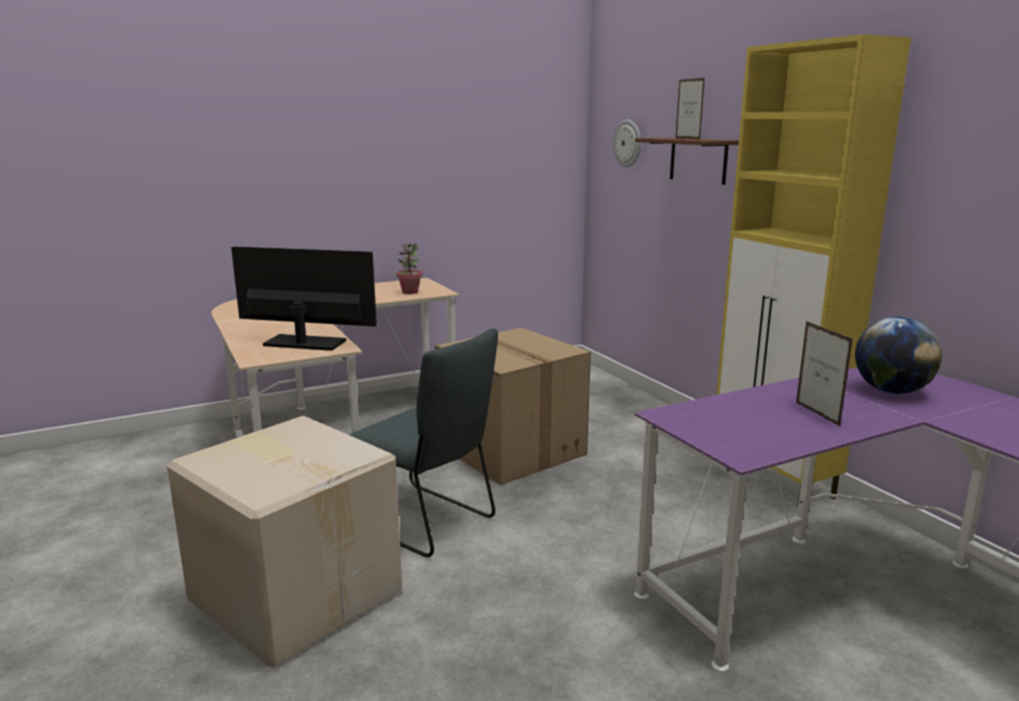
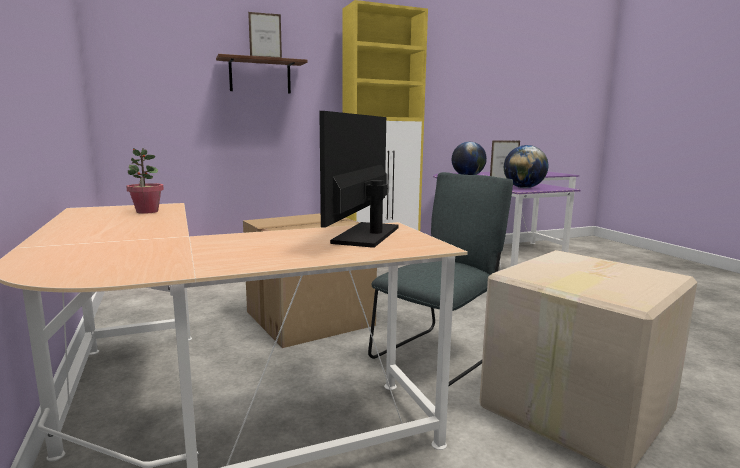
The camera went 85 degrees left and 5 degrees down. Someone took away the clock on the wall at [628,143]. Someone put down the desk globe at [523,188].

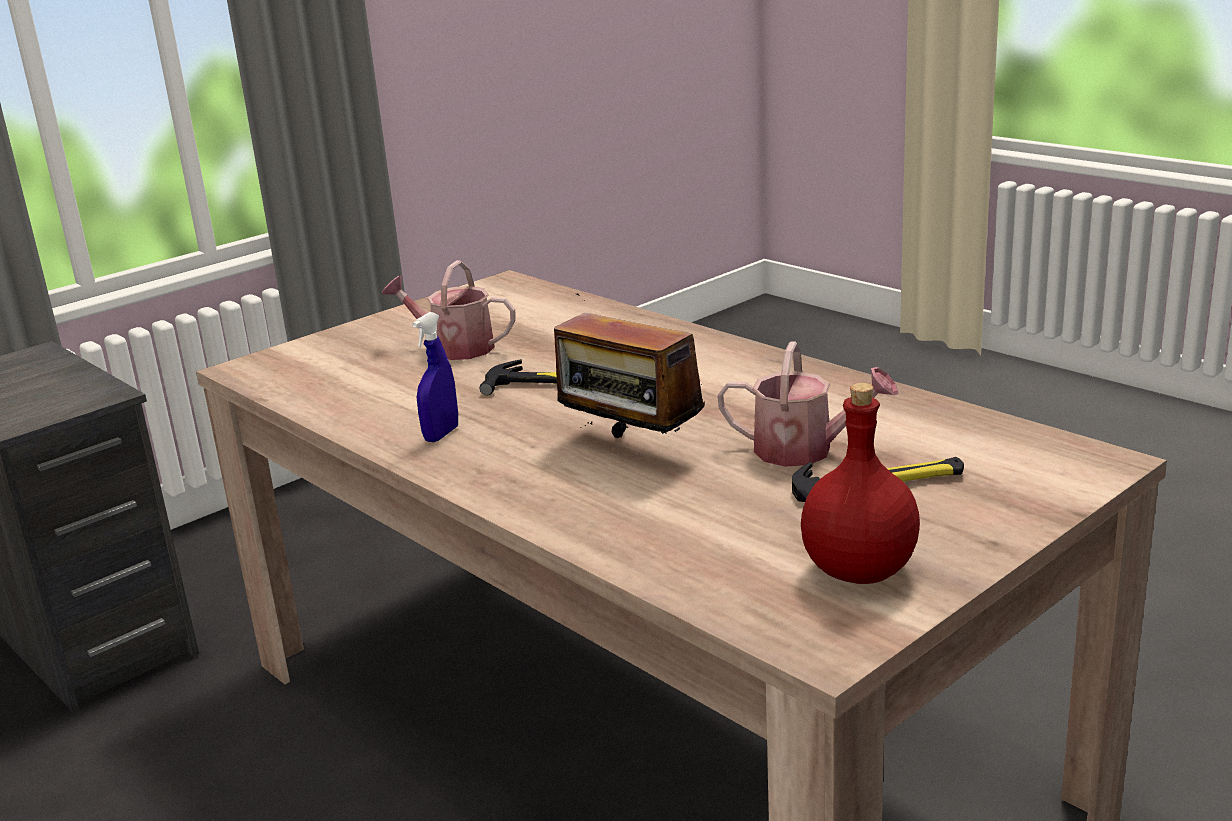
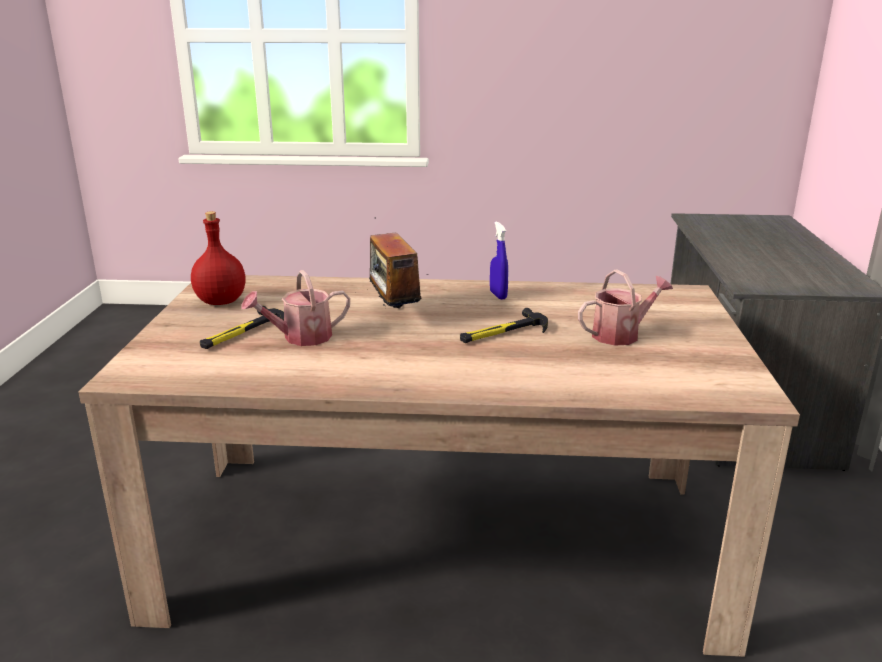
The camera went 135 degrees right and 0 degrees up. Someone rotated the radio receiver at [630,448] by 105 degrees counterclockwise.

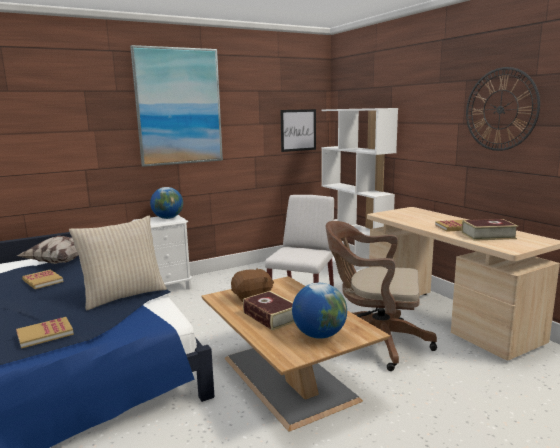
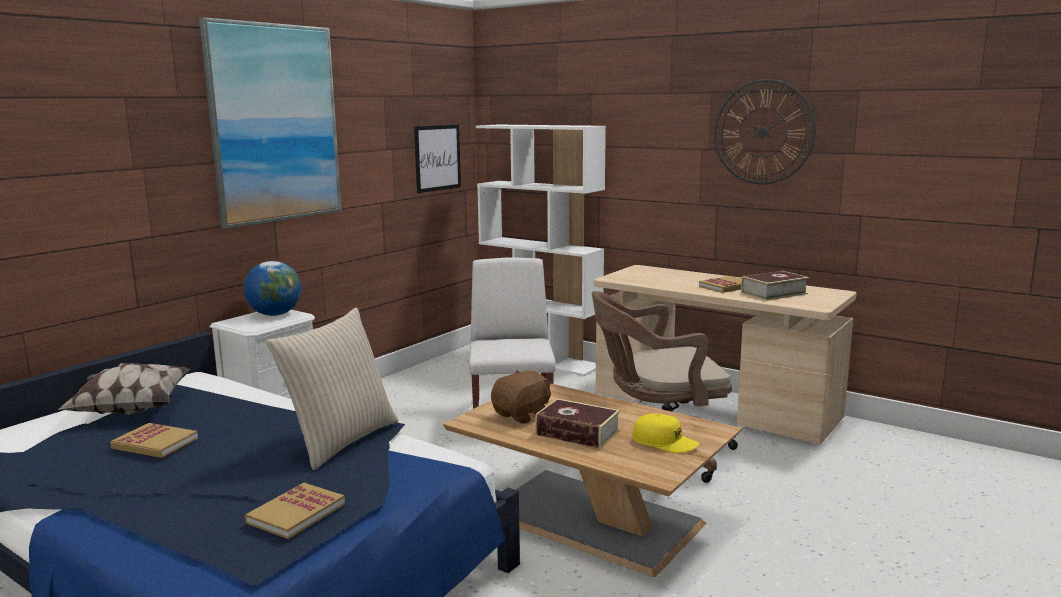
The camera went 25 degrees left and 0 degrees up. Someone swapped the desk globe at [319,335] for the yellow baseball cap at [664,443].

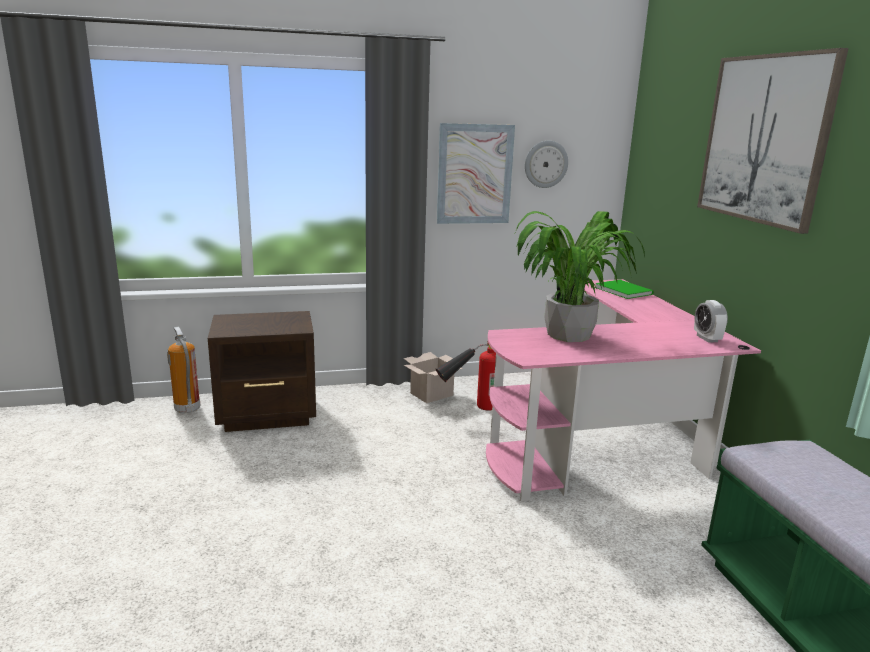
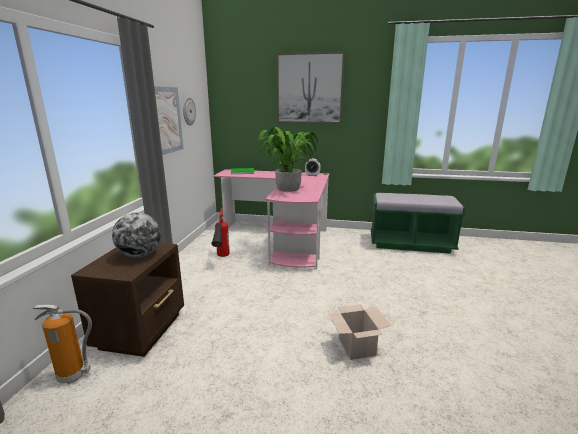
The camera went 65 degrees left and 0 degrees up. Someone put down the desk globe at [140,255]. Someone carried the cardboard box from [432,394] to [355,346].

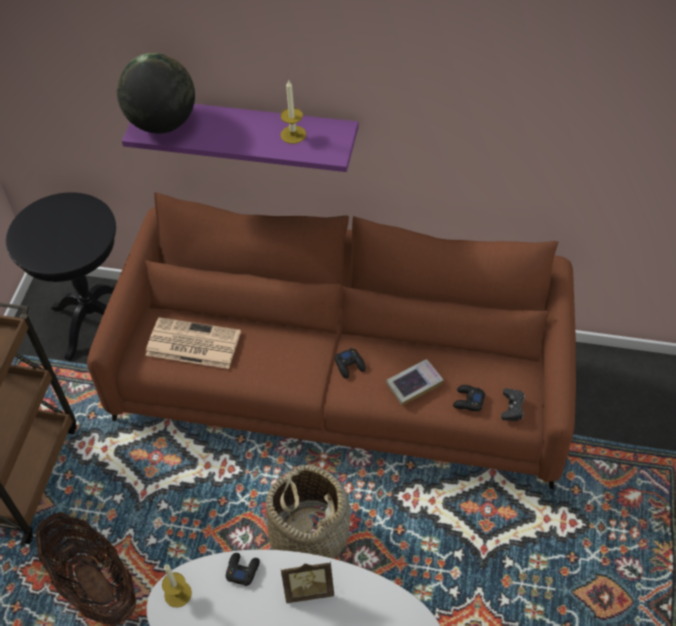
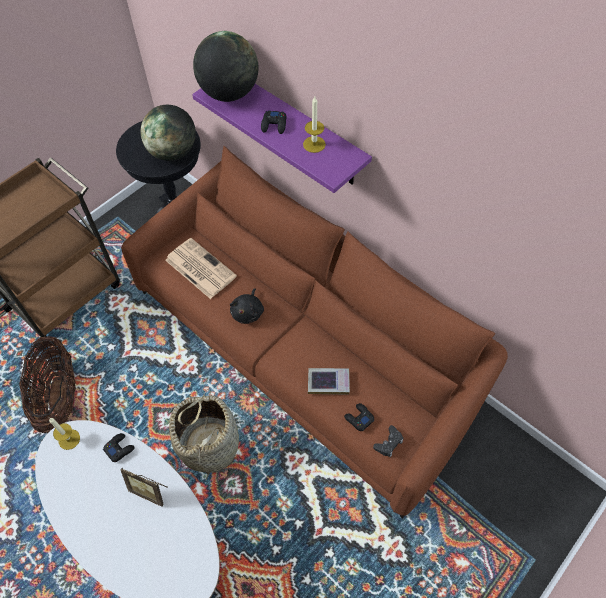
The camera went 30 degrees right and 5 degrees up. Someone put down the desk globe at [173,152]. Someone put down the black cuddly toy at [248,312]. Someone carried the black gamepad from [350,365] to [274,125].

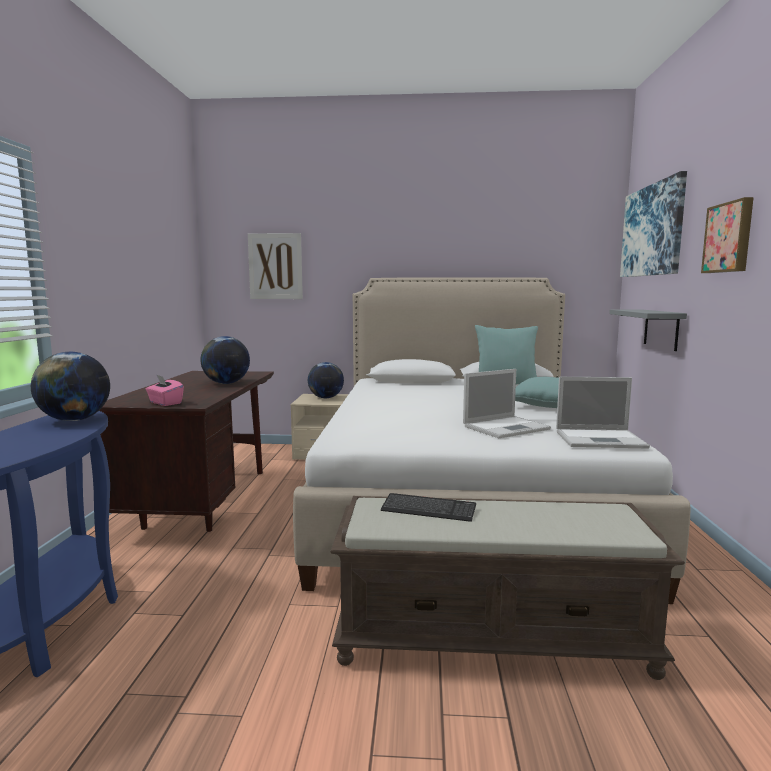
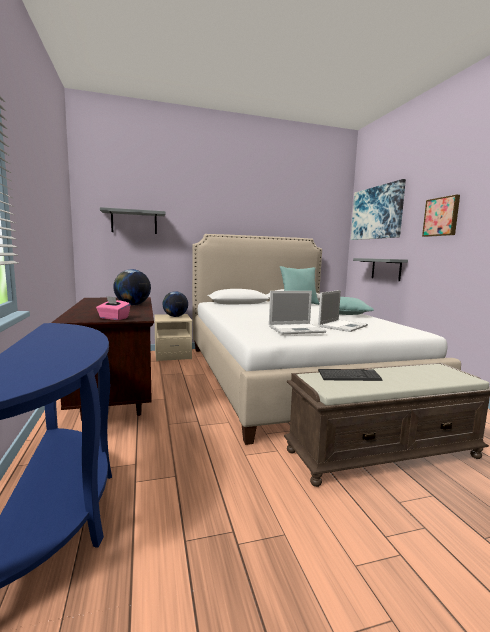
The camera went 20 degrees left and 0 degrees up. Someone took away the desk globe at [74,420]. Someone carried the notebook computer from [601,439] to [297,329]. Someone swapped the wall picture at [275,266] for the grey shelf at [134,222].

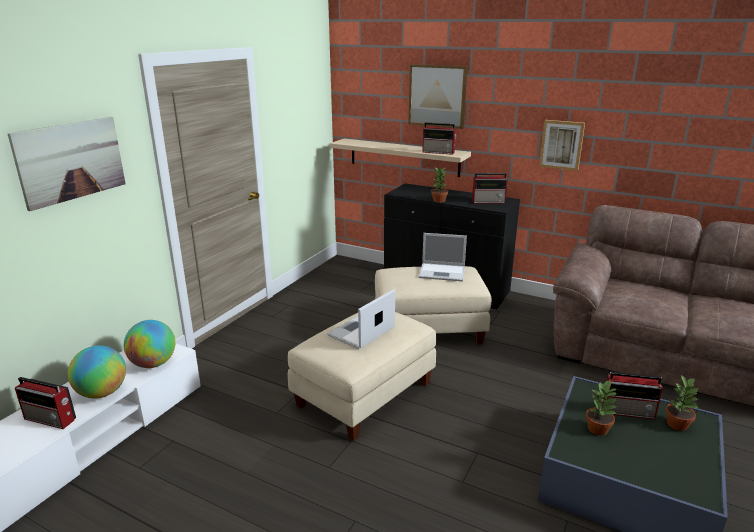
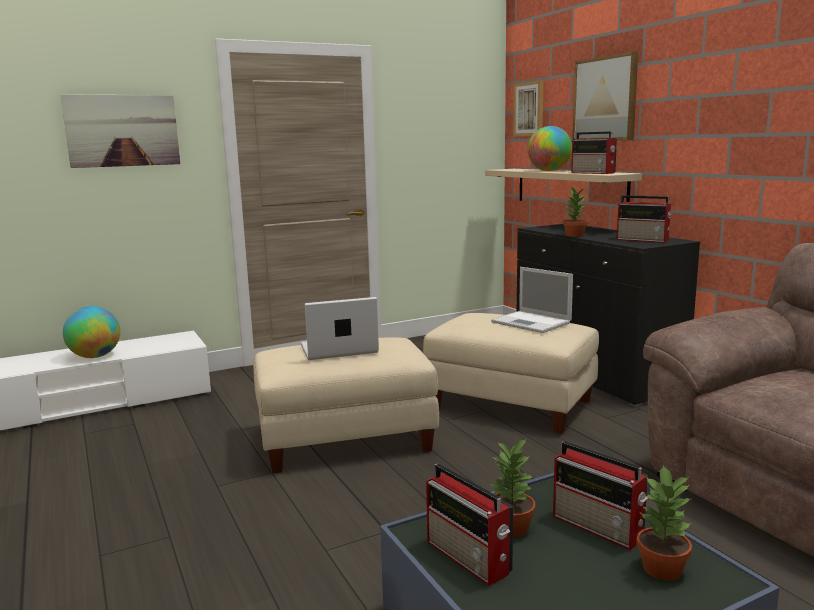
The camera went 35 degrees right and 10 degrees down. Someone carried the radio receiver from [51,419] to [469,558]. Someone carried the desk globe from [153,364] to [548,171]. Someone carried the wall picture from [561,144] to [529,109].

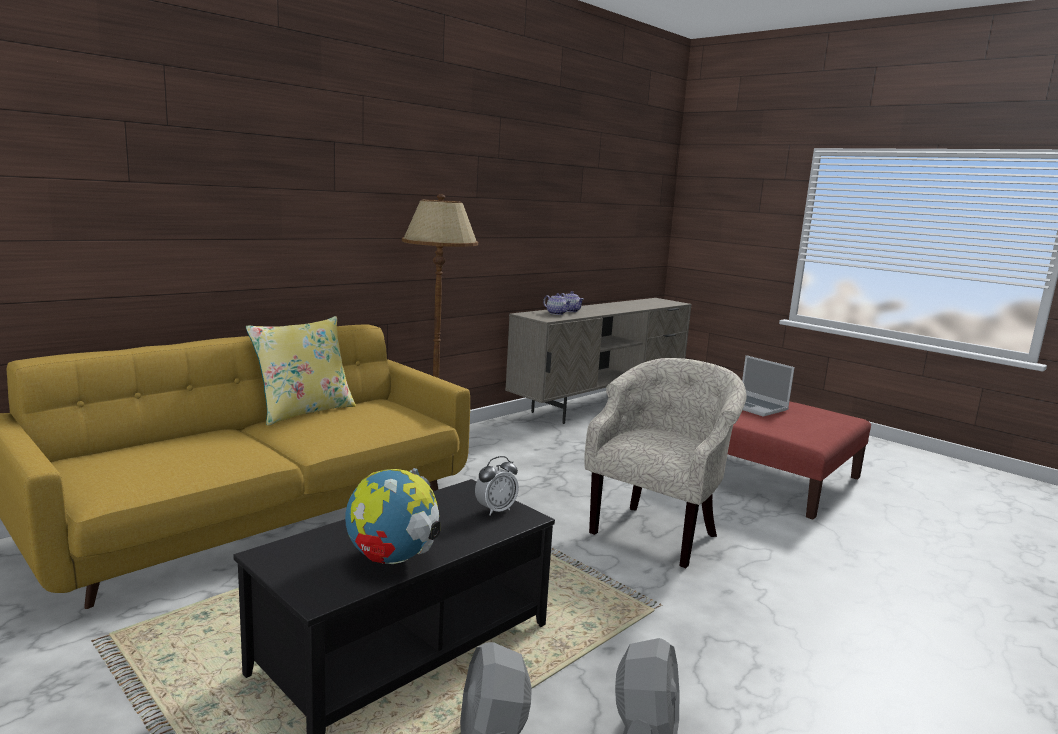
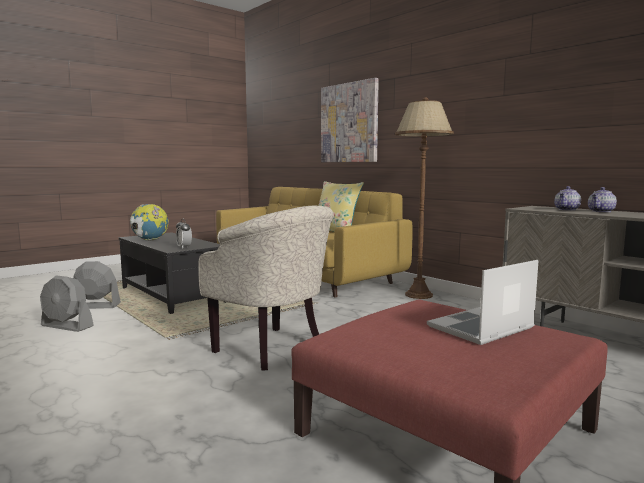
The camera went 95 degrees right and 5 degrees down. Someone put up the wall picture at [349,123].

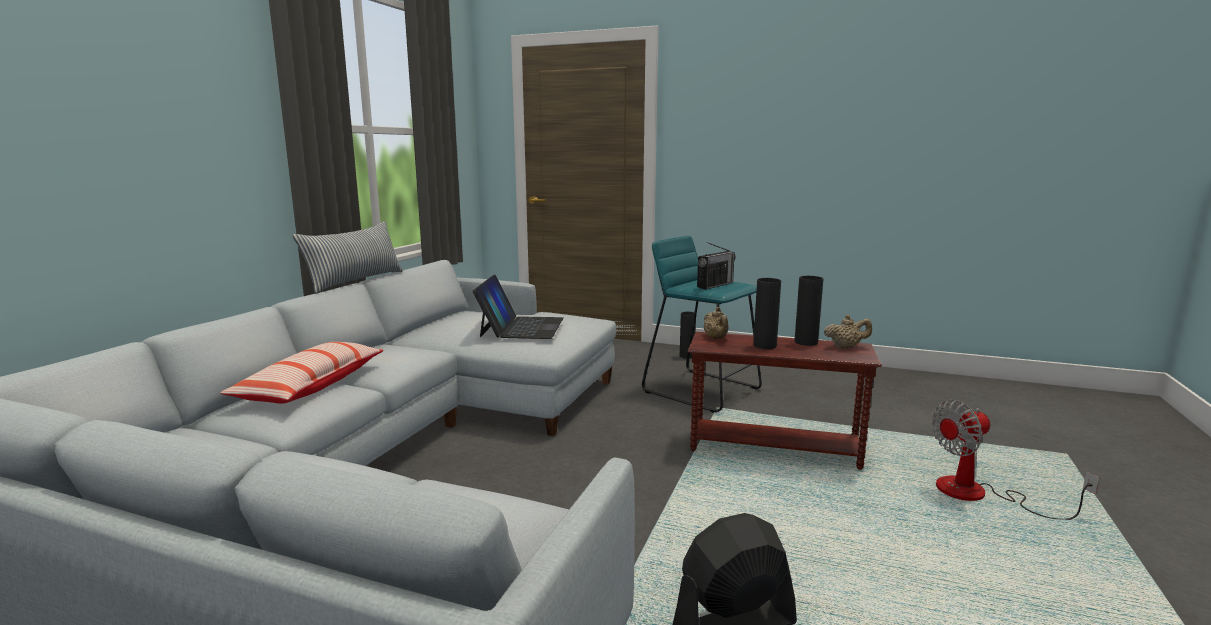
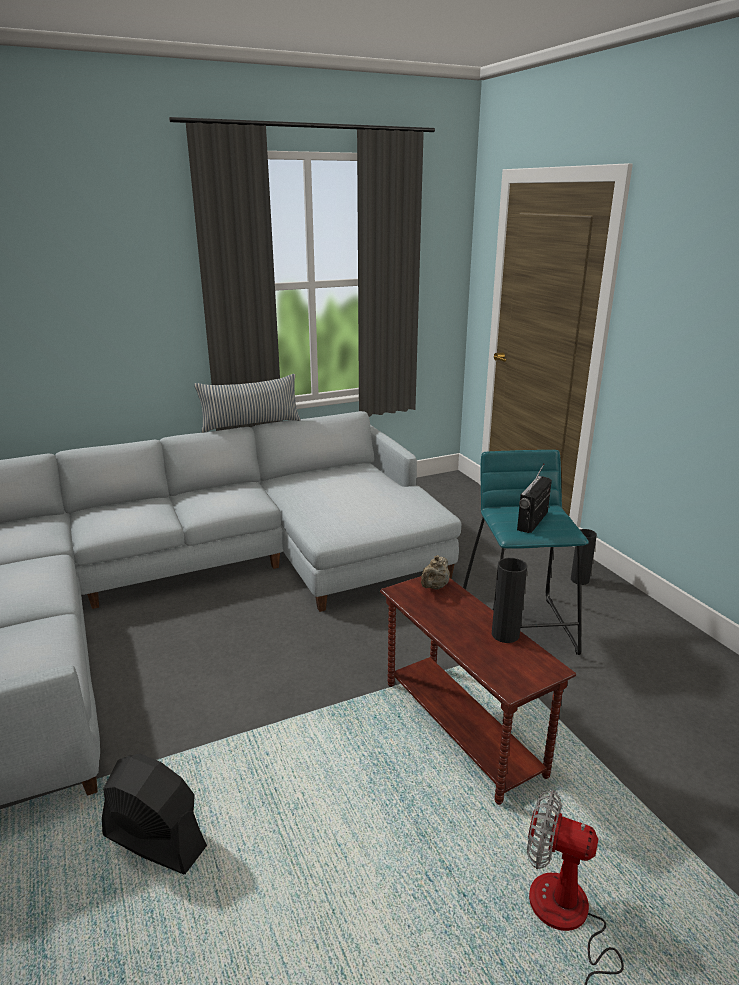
The camera went 45 degrees right and 10 degrees up. Someone took away the cushion at [311,386]. Someone took away the notebook computer at [521,327]. Someone took away the black decorative vase at [764,345]. Someone took away the beige-coloured tea pot at [846,347]. Someone rotated the radio receiver at [715,285] by 120 degrees clockwise.

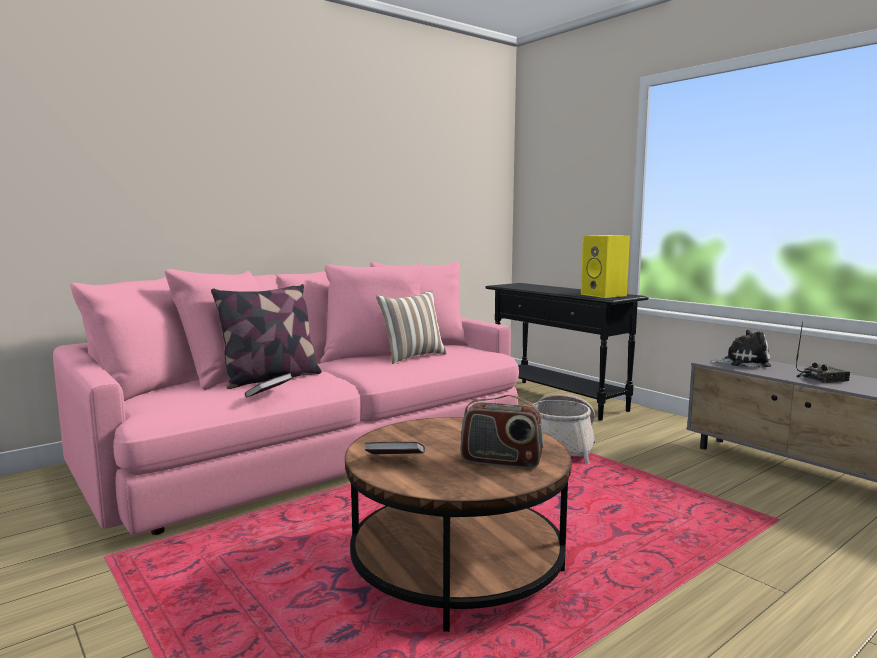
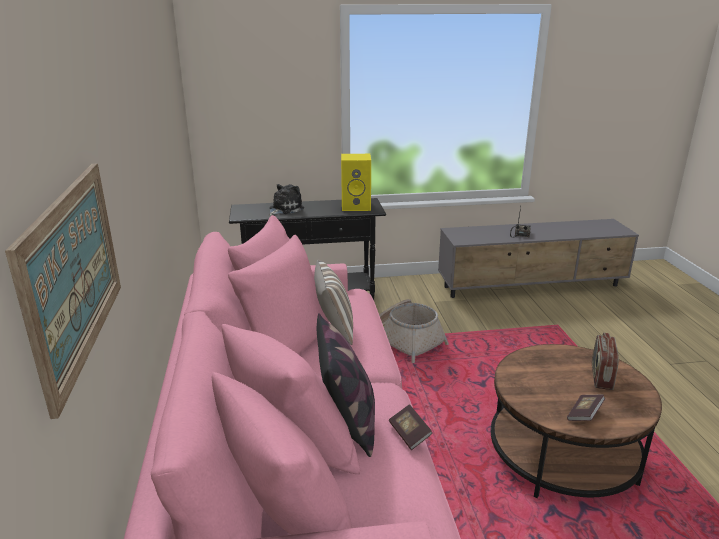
The camera went 60 degrees left and 15 degrees up. Someone put up the wall picture at [73,273]. Someone carried the cuddly toy from [743,363] to [284,209]. Someone rotated the radio receiver at [501,461] by 150 degrees clockwise.

